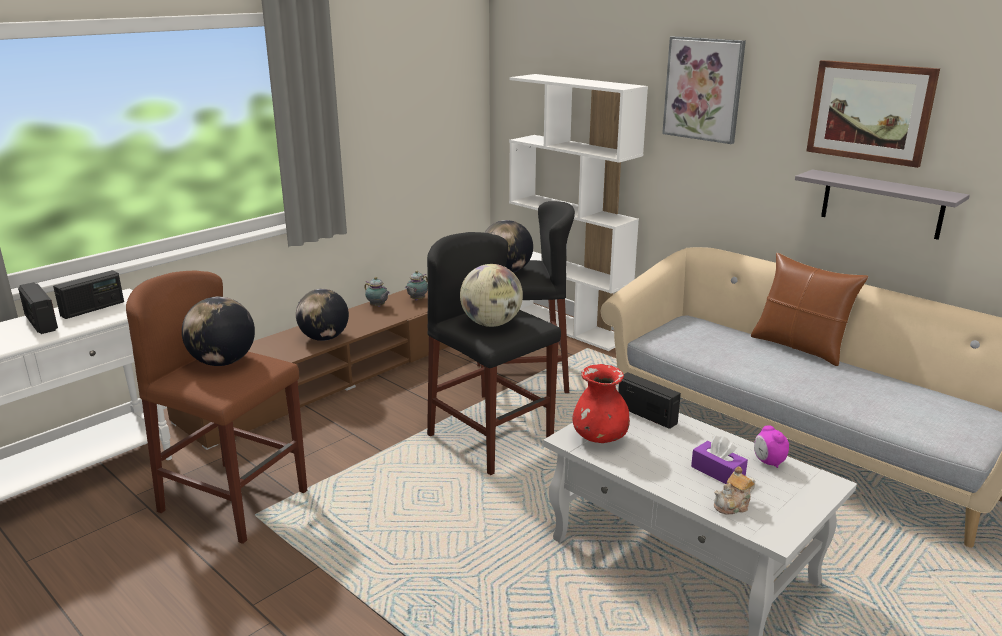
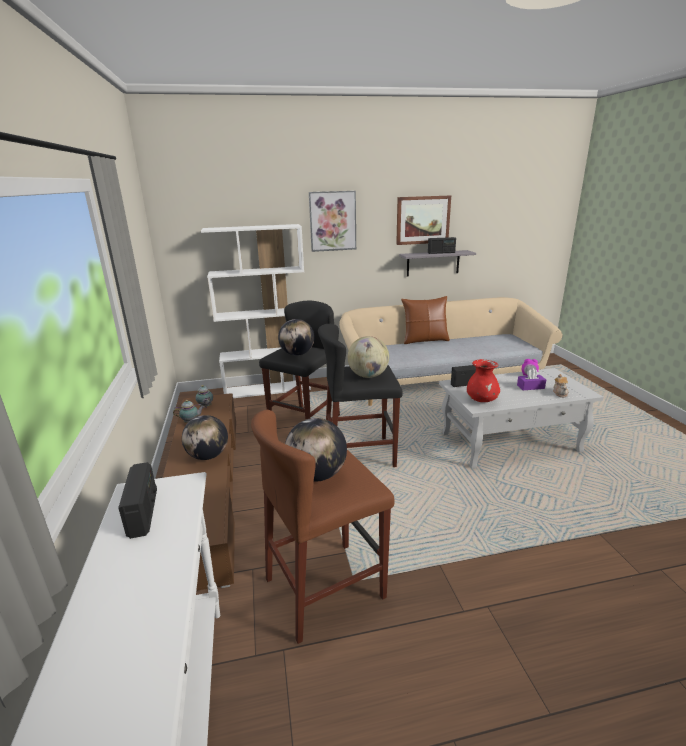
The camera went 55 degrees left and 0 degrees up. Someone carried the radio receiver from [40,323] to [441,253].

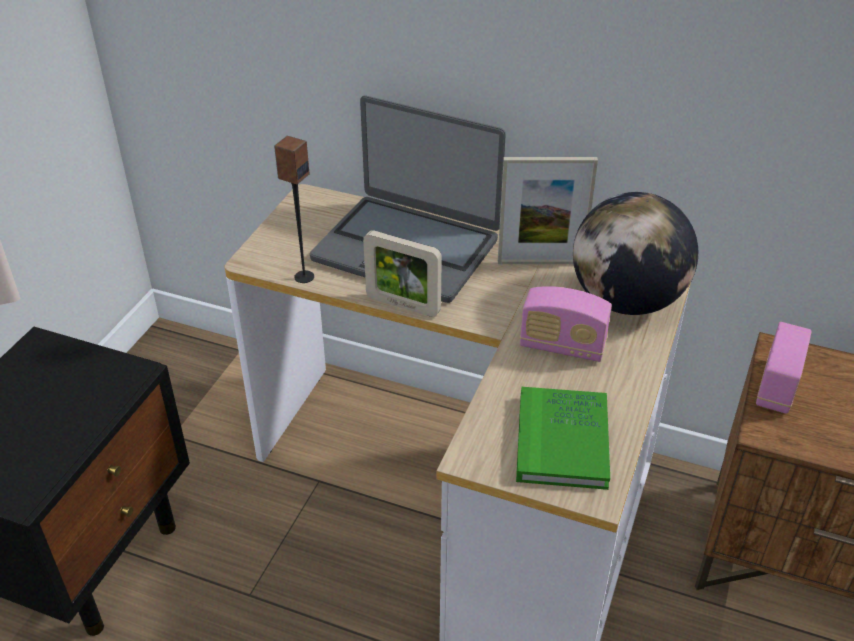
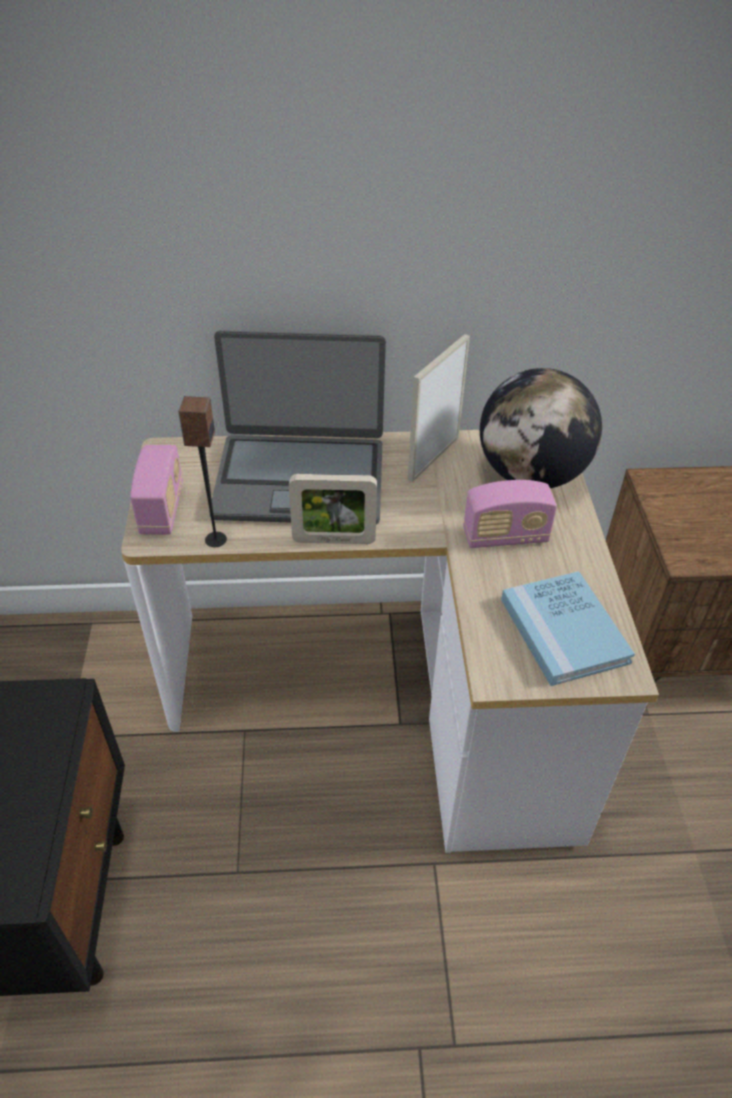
The camera went 25 degrees left and 5 degrees up. Someone carried the radio receiver from [777,386] to [162,509]. Someone repainted the green-coloured bound book at [562,441], which became the blue-coloured bound book at [564,630]. Someone rotated the picture frame at [540,262] by 150 degrees clockwise.

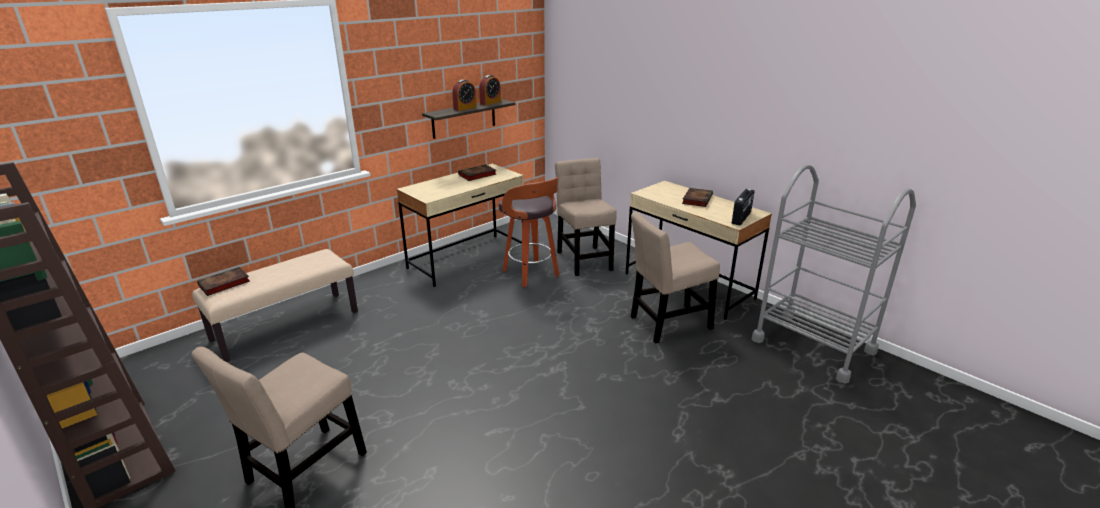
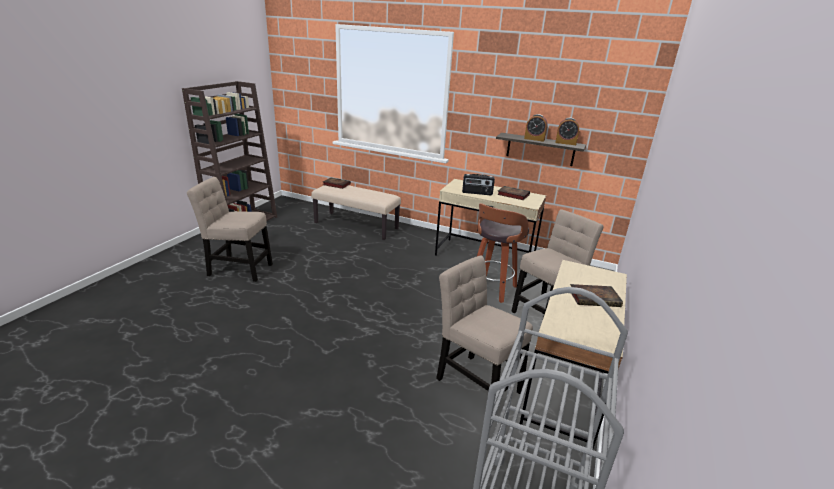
The camera went 65 degrees right and 0 degrees up. Someone carried the radio receiver from [741,218] to [477,193].

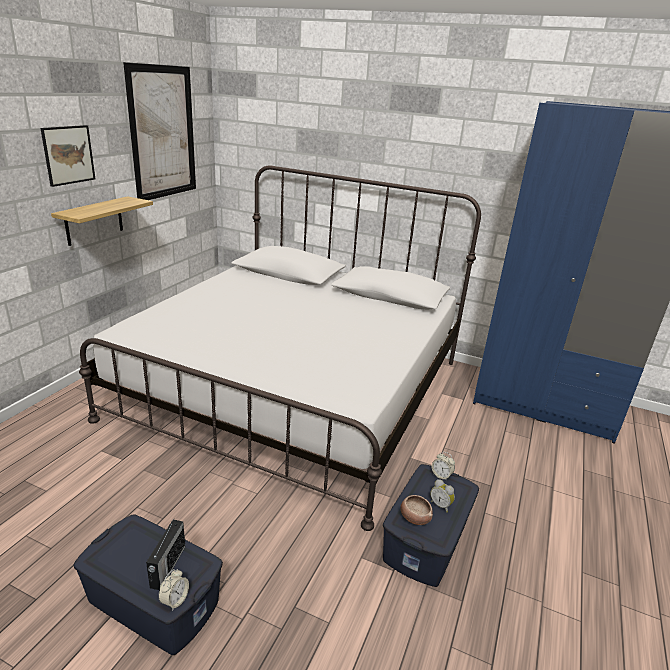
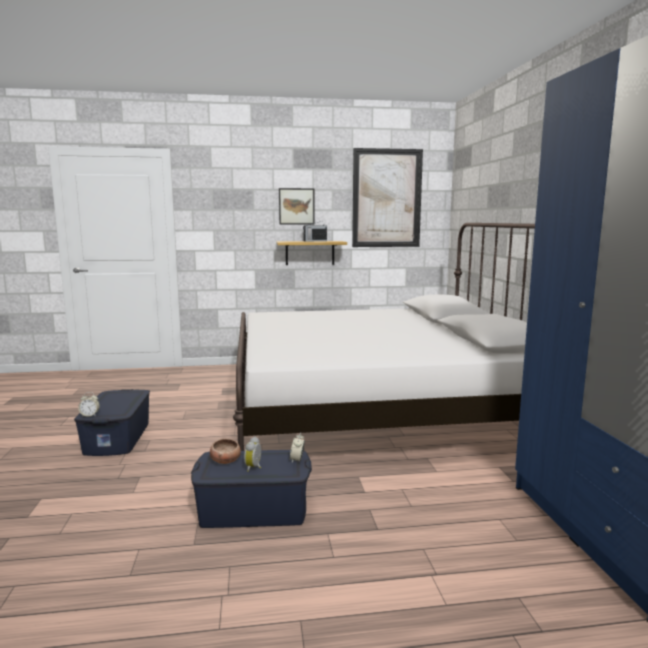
The camera went 60 degrees right and 15 degrees down. Someone carried the radio receiver from [167,567] to [314,241].

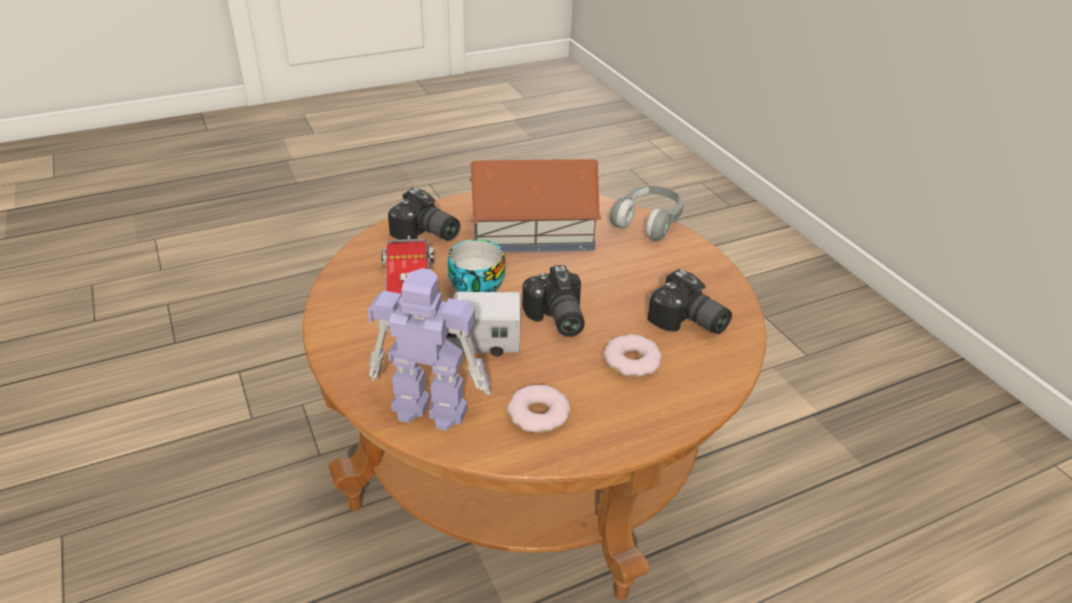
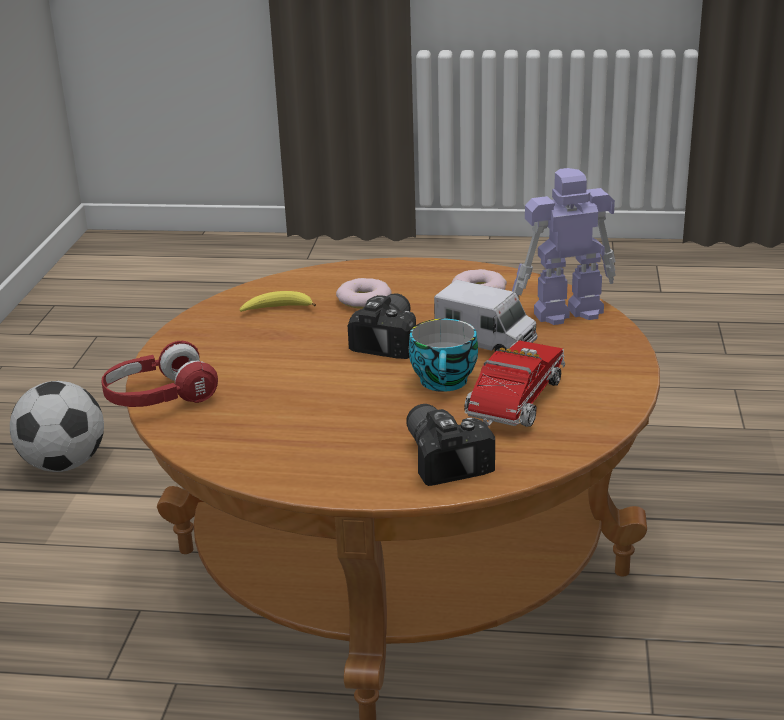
The camera went 145 degrees left and 10 degrees down. Someone took away the miniature house at [534,231]. Someone put down the ball for football at [64,464]. Someone swapped the still camera at [688,322] for the banana at [277,309]. Someone repainted the grey pair of headphones at [648,222], which became the red-coloured pair of headphones at [159,397]. Someone rotated the toy robot at [428,407] by 120 degrees clockwise.

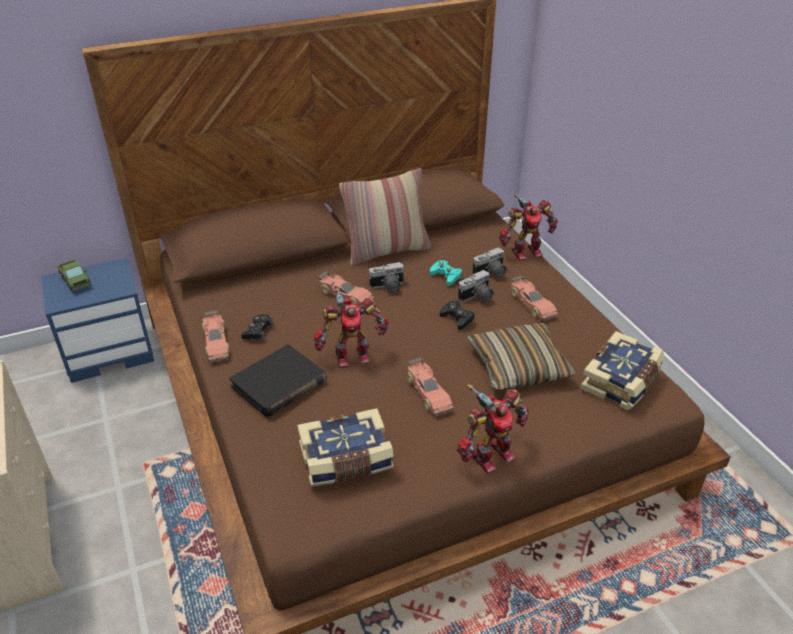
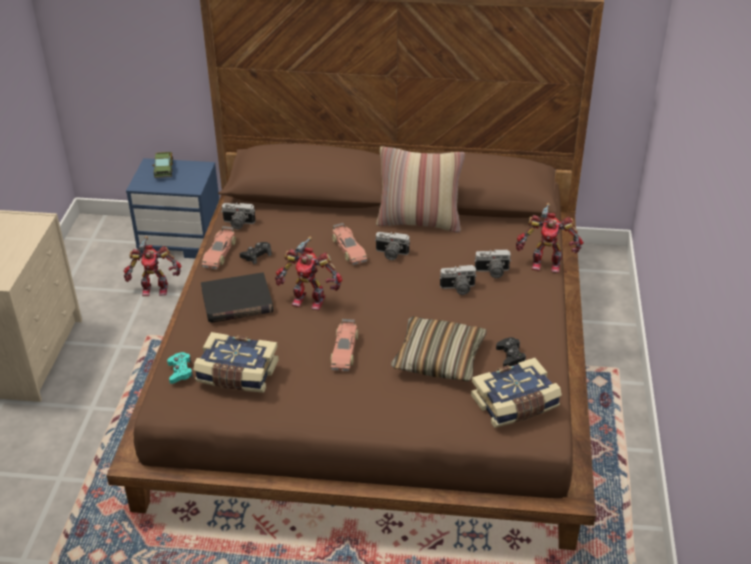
The camera went 30 degrees right and 0 degrees up. Someone took away the model car at [532,304]. Someone put down the still camera at [237,224]. Someone carried the turquoise-coloured gamepad from [446,276] to [180,371]. Someone carried the black gamepad from [457,318] to [510,356]. Someone carried the toy robot from [490,455] to [155,288].

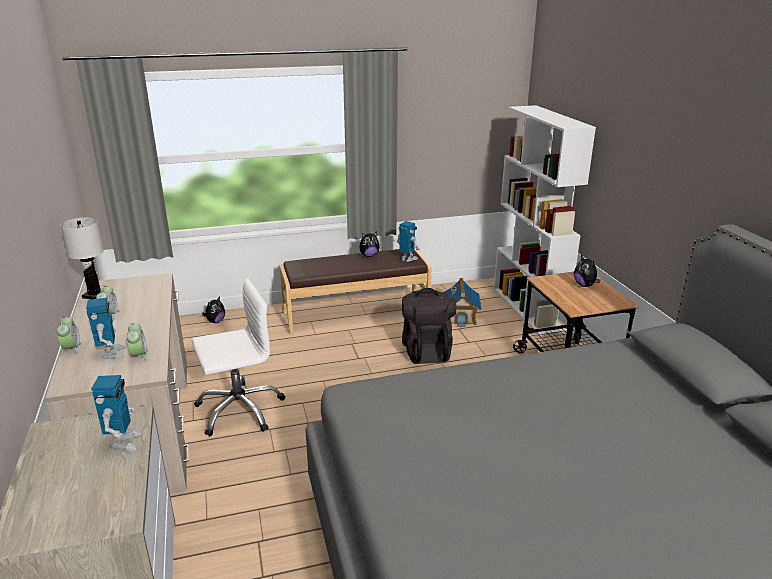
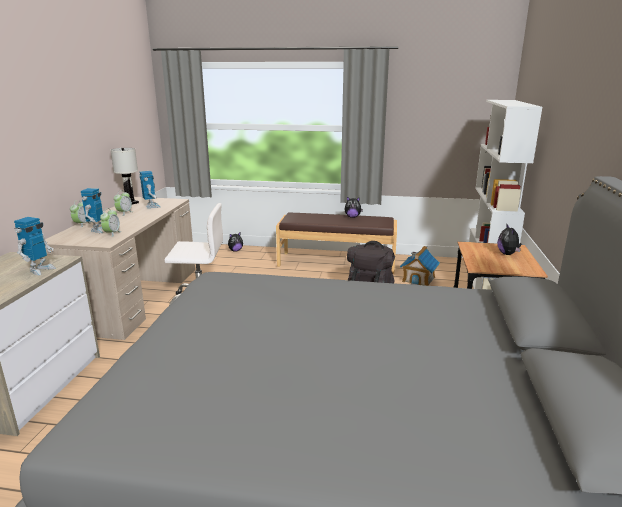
The camera went 25 degrees right and 5 degrees down. Someone carried the toy robot from [407,259] to [152,206].

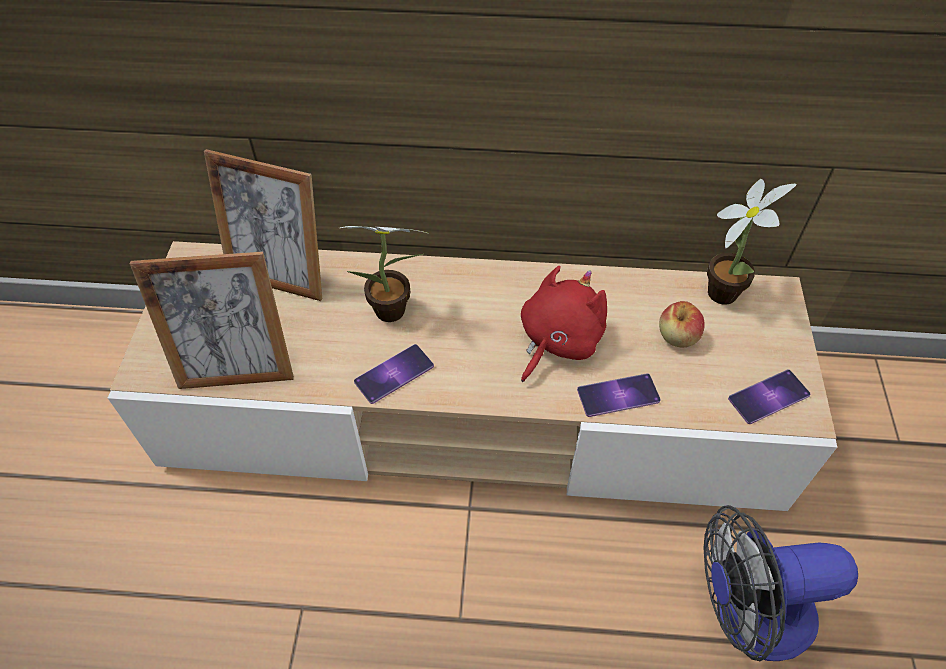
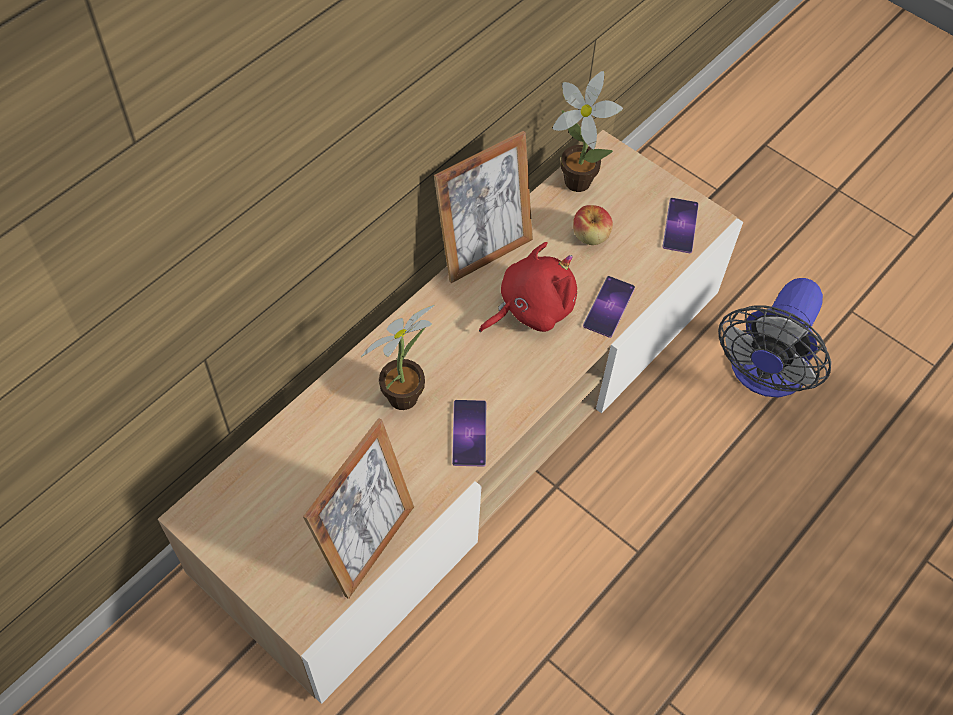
The camera went 55 degrees left and 5 degrees up. Someone carried the picture frame from [280,277] to [484,251]. Someone rotated the red-coloured cuddly toy at [557,340] by 75 degrees clockwise.

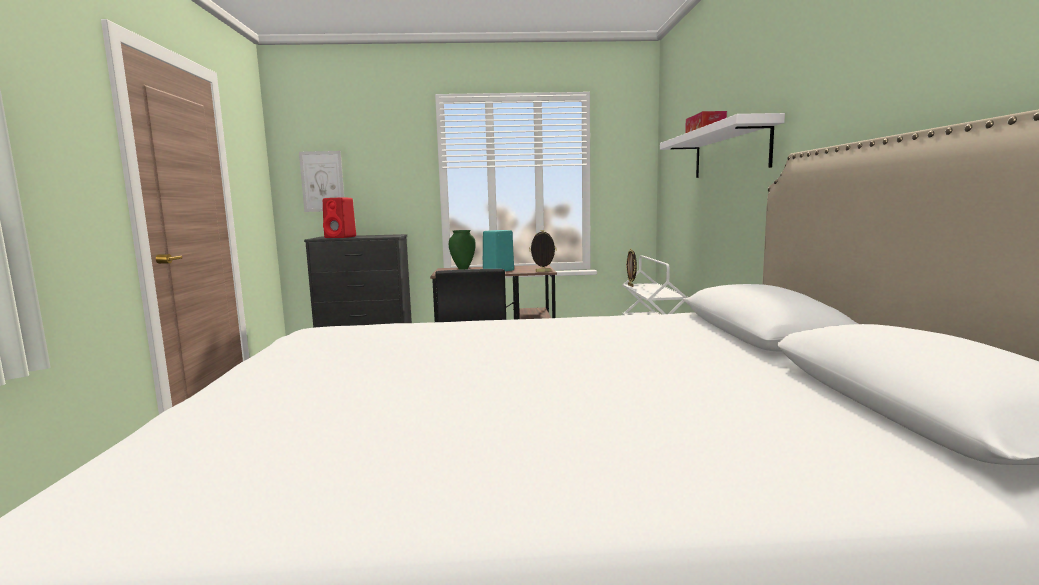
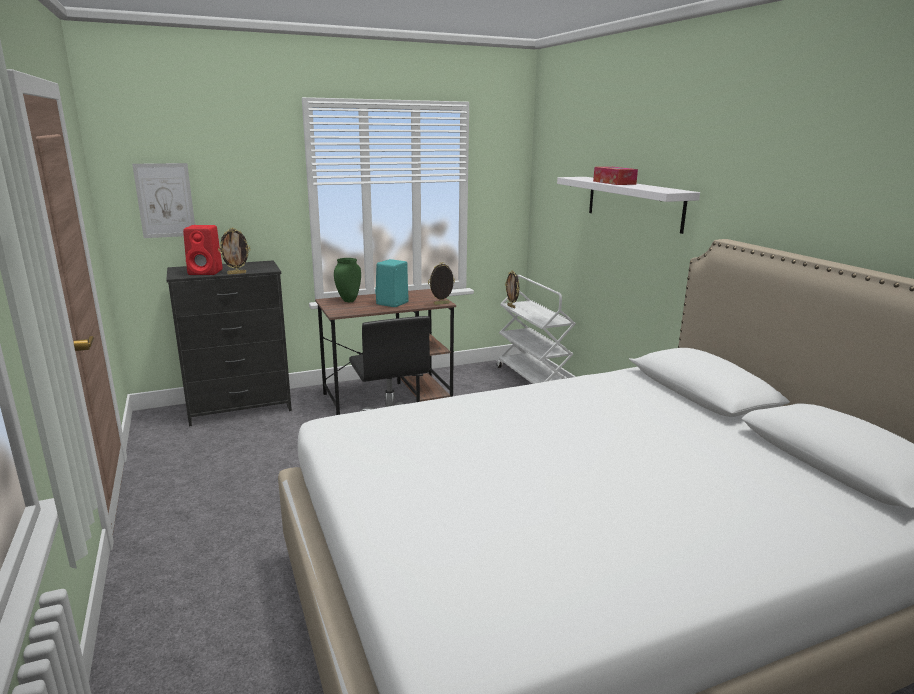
The camera went 20 degrees left and 10 degrees up. Someone put down the picture frame at [237,273].

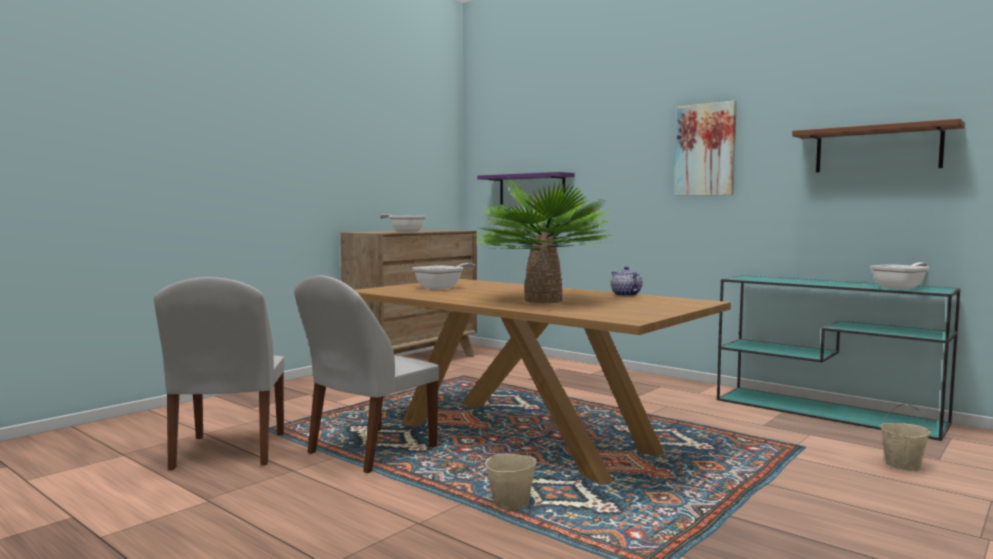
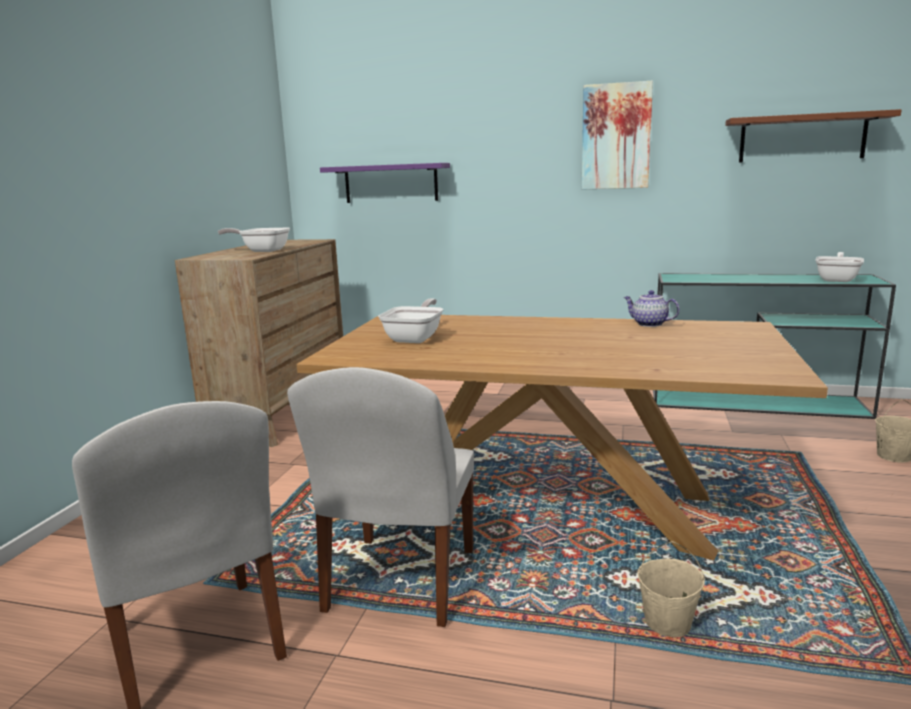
The camera went 25 degrees left and 10 degrees up. Someone took away the plant in a pot at [543,300].

